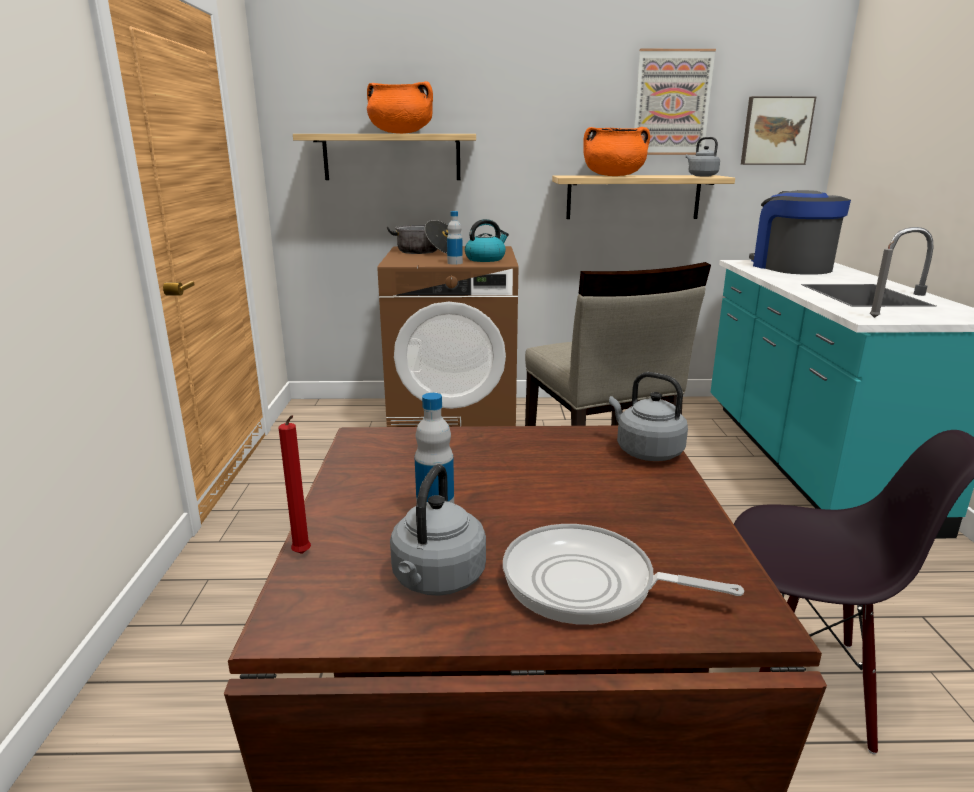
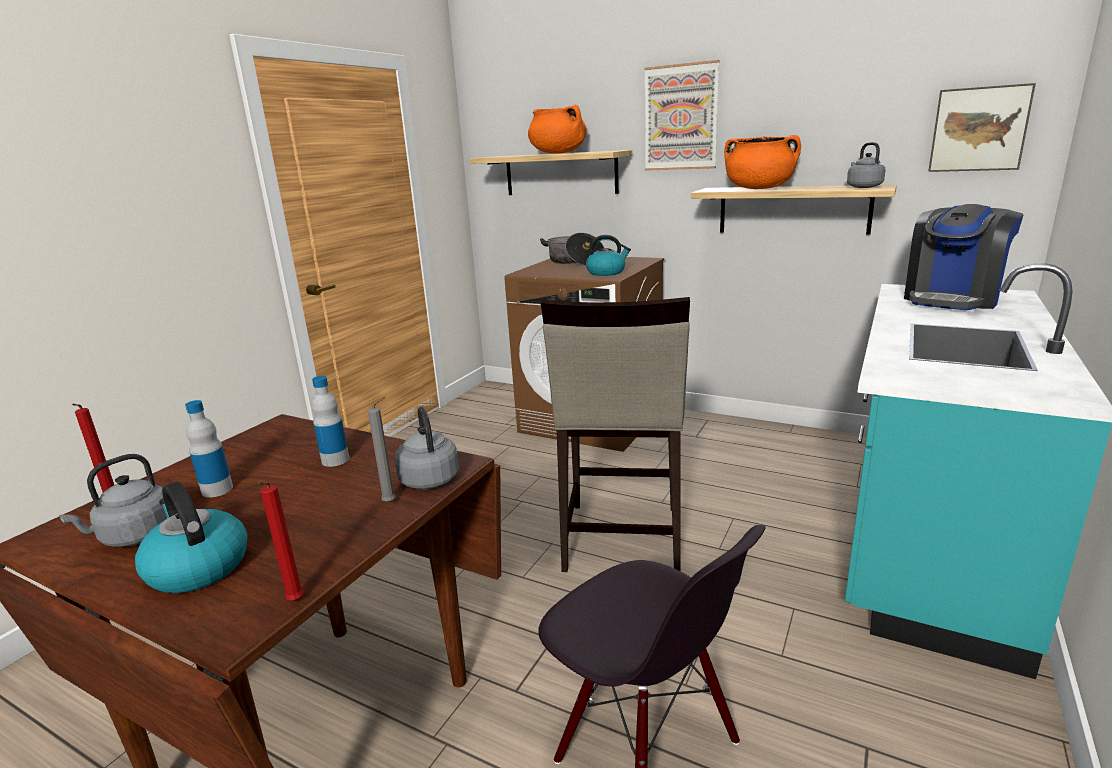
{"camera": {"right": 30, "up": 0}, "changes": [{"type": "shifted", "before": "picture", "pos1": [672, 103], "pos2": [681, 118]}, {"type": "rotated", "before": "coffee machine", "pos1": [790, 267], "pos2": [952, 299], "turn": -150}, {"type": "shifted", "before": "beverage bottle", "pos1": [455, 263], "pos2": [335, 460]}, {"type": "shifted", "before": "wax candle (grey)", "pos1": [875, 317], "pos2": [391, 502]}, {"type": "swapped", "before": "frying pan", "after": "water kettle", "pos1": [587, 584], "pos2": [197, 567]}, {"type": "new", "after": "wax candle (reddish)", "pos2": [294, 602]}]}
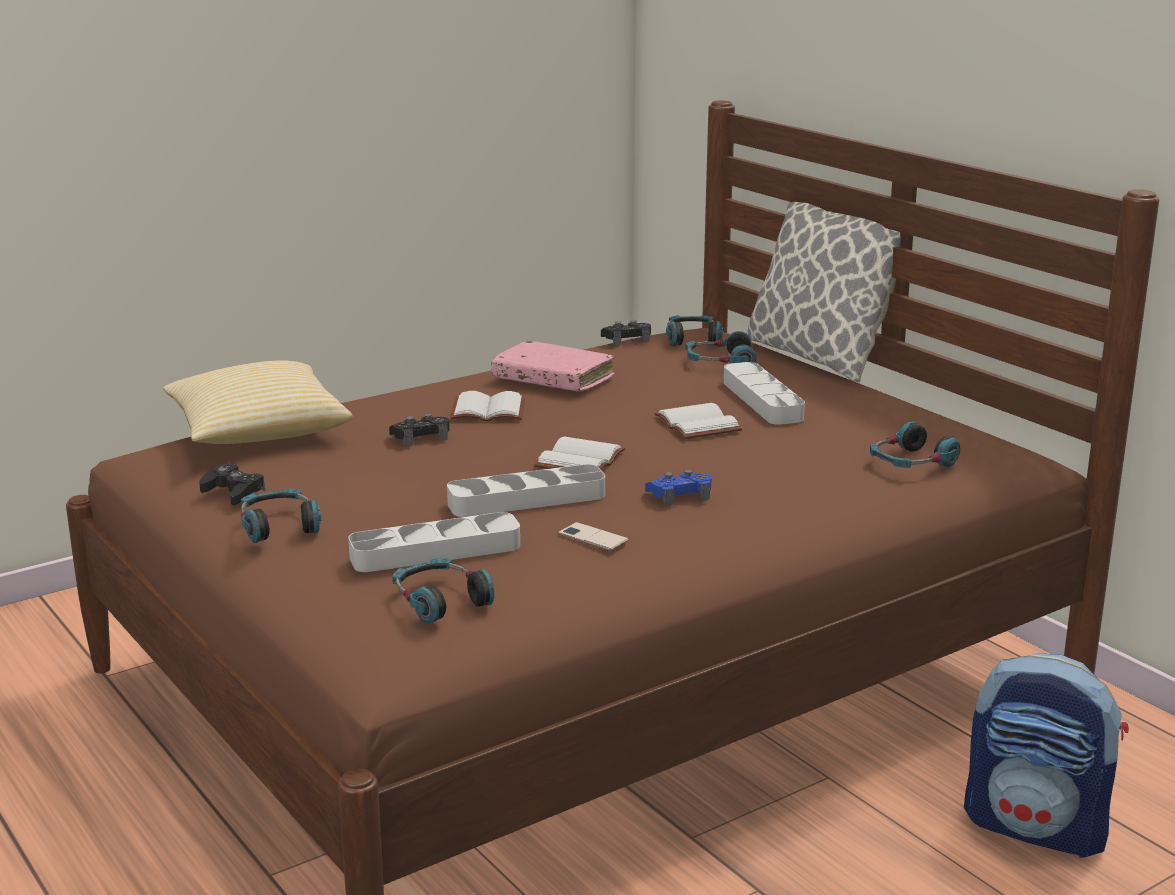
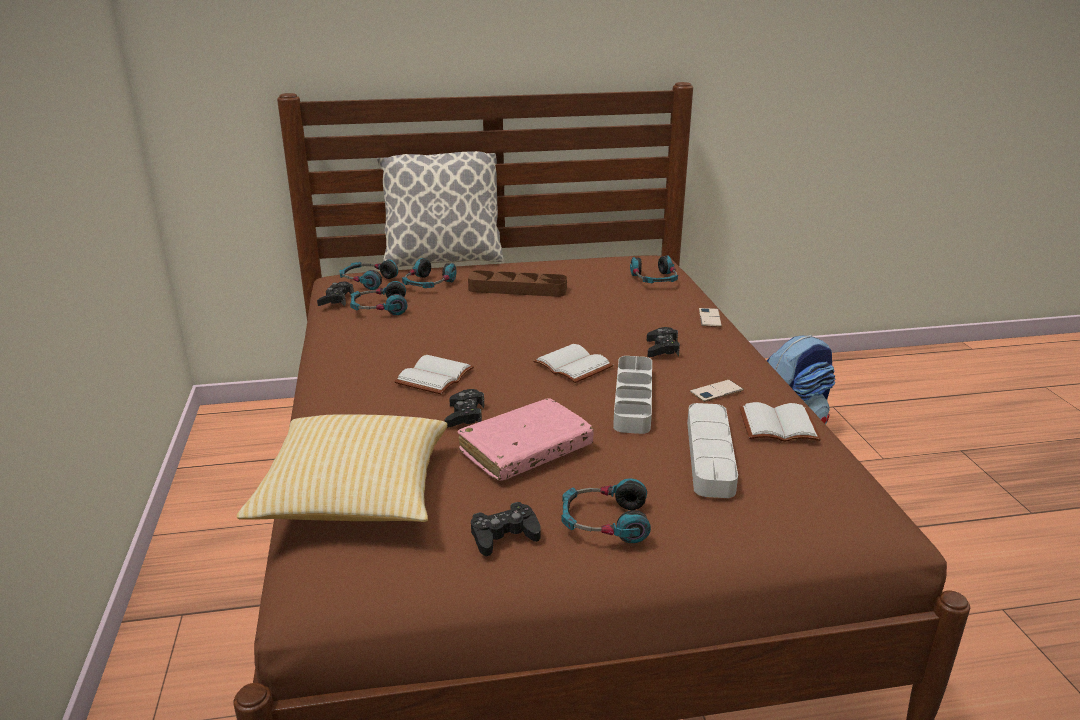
{"camera": {"right": -65, "up": 5}, "changes": [{"type": "shifted", "before": "bound book (pink-coloured)", "pos1": [553, 379], "pos2": [525, 450]}, {"type": "repainted", "before": "carrying tray (grey)", "after": "carrying tray (brown)", "pos1": [762, 400], "pos2": [517, 289]}, {"type": "shifted", "before": "bound book (white-coloured)", "pos1": [695, 424], "pos2": [777, 427]}, {"type": "repainted", "before": "gamepad (bluish)", "after": "gamepad (blackish)", "pos1": [679, 495], "pos2": [662, 349]}, {"type": "shifted", "before": "pair of headphones", "pos1": [440, 600], "pos2": [379, 308]}, {"type": "new", "after": "phone", "pos2": [709, 318]}]}
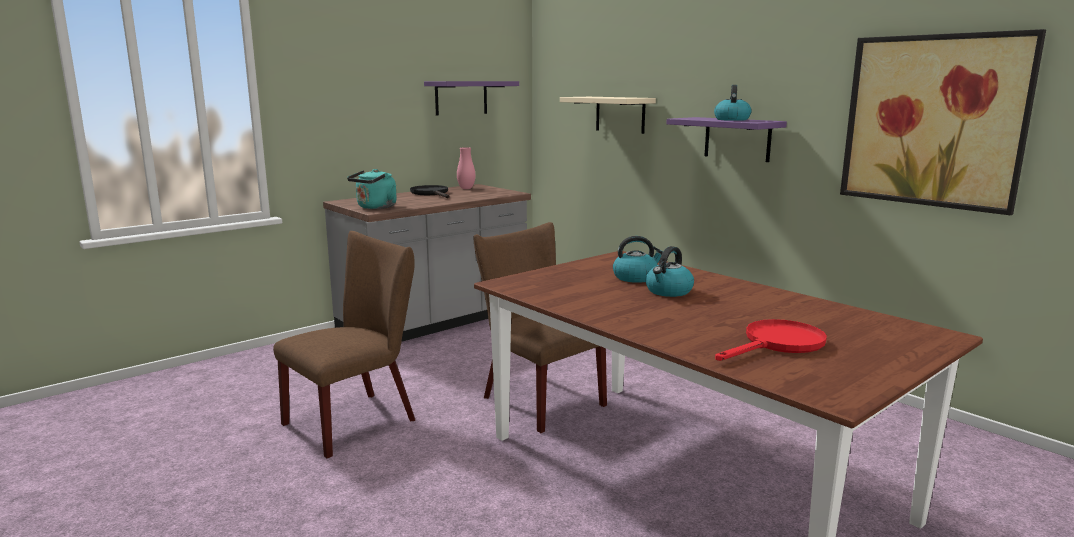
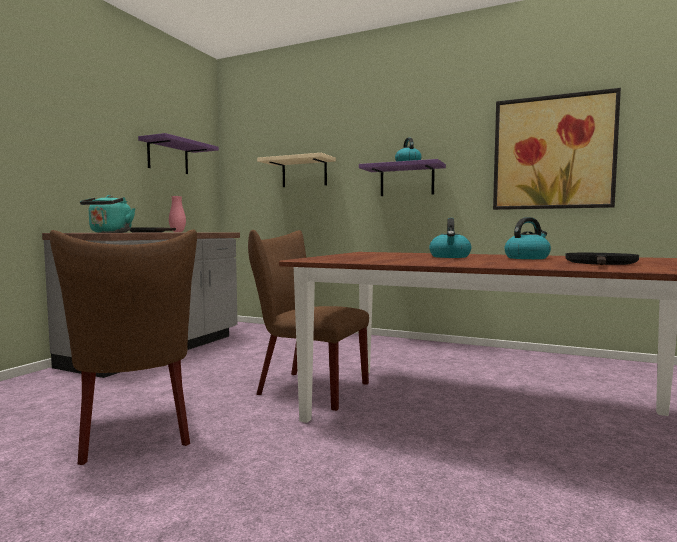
{"camera": {"right": -25, "up": -10}, "changes": [{"type": "rotated", "before": "chair (brown)", "pos1": [357, 419], "pos2": [136, 434], "turn": 135}, {"type": "shifted", "before": "water kettle", "pos1": [635, 277], "pos2": [527, 258]}, {"type": "repainted", "before": "frying pan (reddish)", "after": "frying pan (blackish)", "pos1": [777, 344], "pos2": [601, 263]}]}
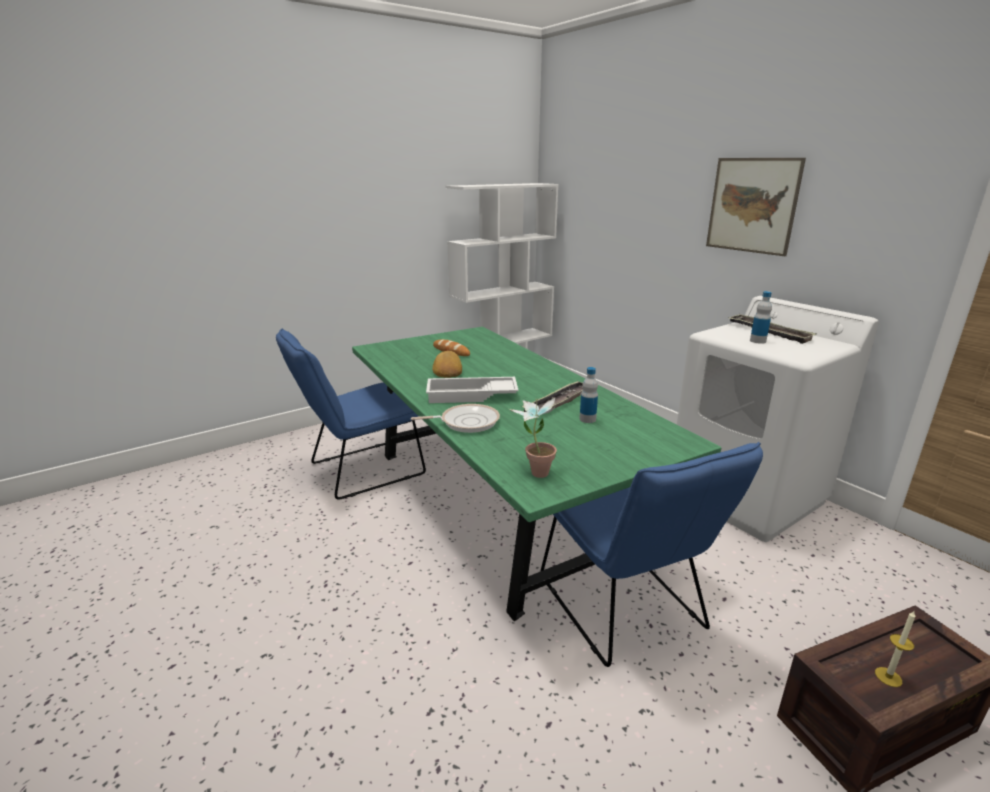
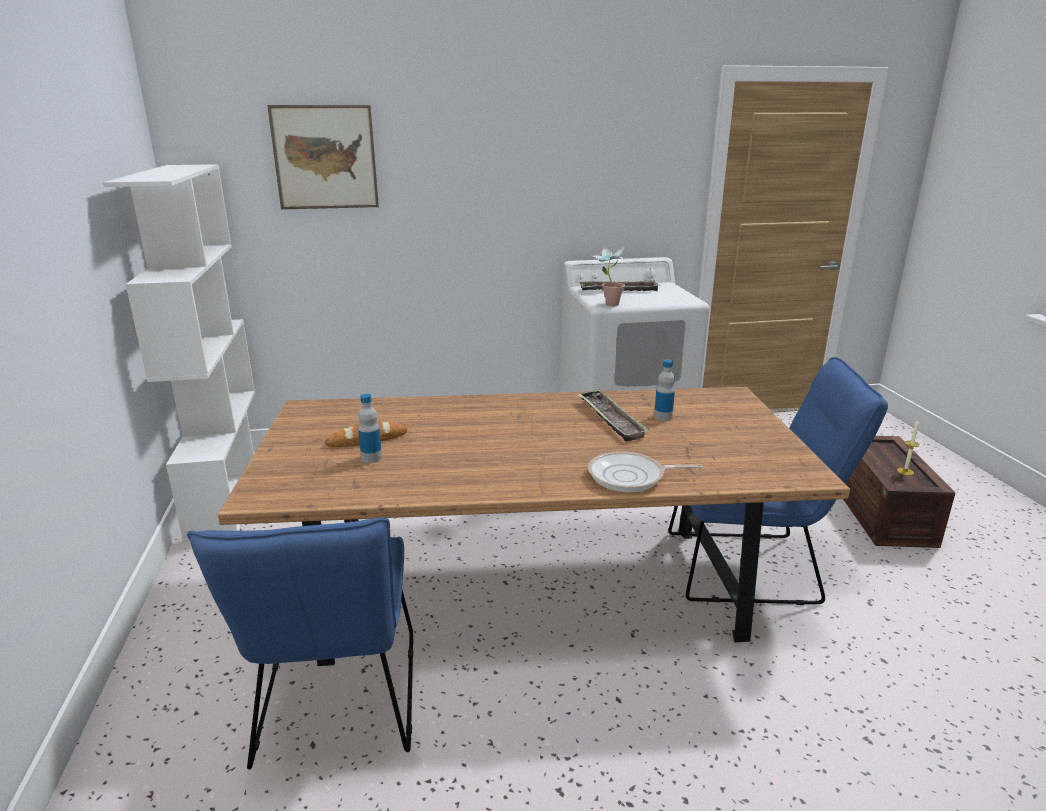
{"camera": {"right": -65, "up": 0}, "changes": [{"type": "shifted", "before": "picture", "pos1": [752, 205], "pos2": [325, 157]}, {"type": "shifted", "before": "beverage bottle", "pos1": [757, 341], "pos2": [371, 458]}, {"type": "repainted", "before": "kitchen table (green-coloured)", "after": "kitchen table (brown)", "pos1": [496, 501], "pos2": [530, 589]}, {"type": "gone", "before": "bread", "pos1": [447, 370]}, {"type": "gone", "before": "carrying tray (white-coloured)", "pos1": [471, 396]}, {"type": "shifted", "before": "potted plant", "pos1": [535, 470], "pos2": [607, 305]}, {"type": "rotated", "before": "frying pan", "pos1": [466, 422], "pos2": [630, 477], "turn": -105}]}
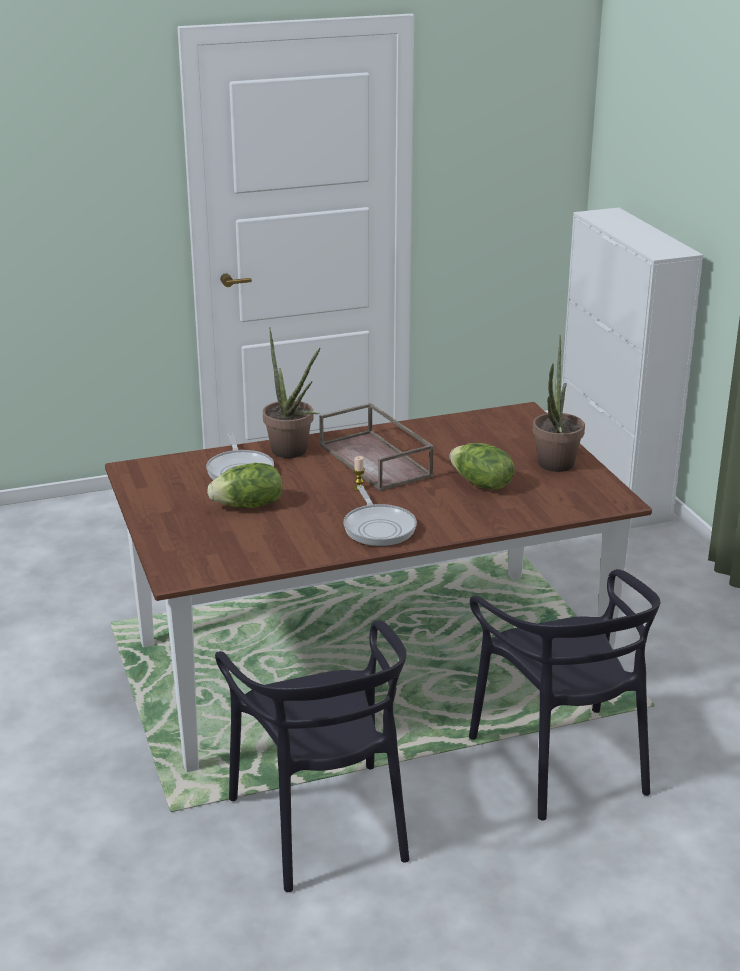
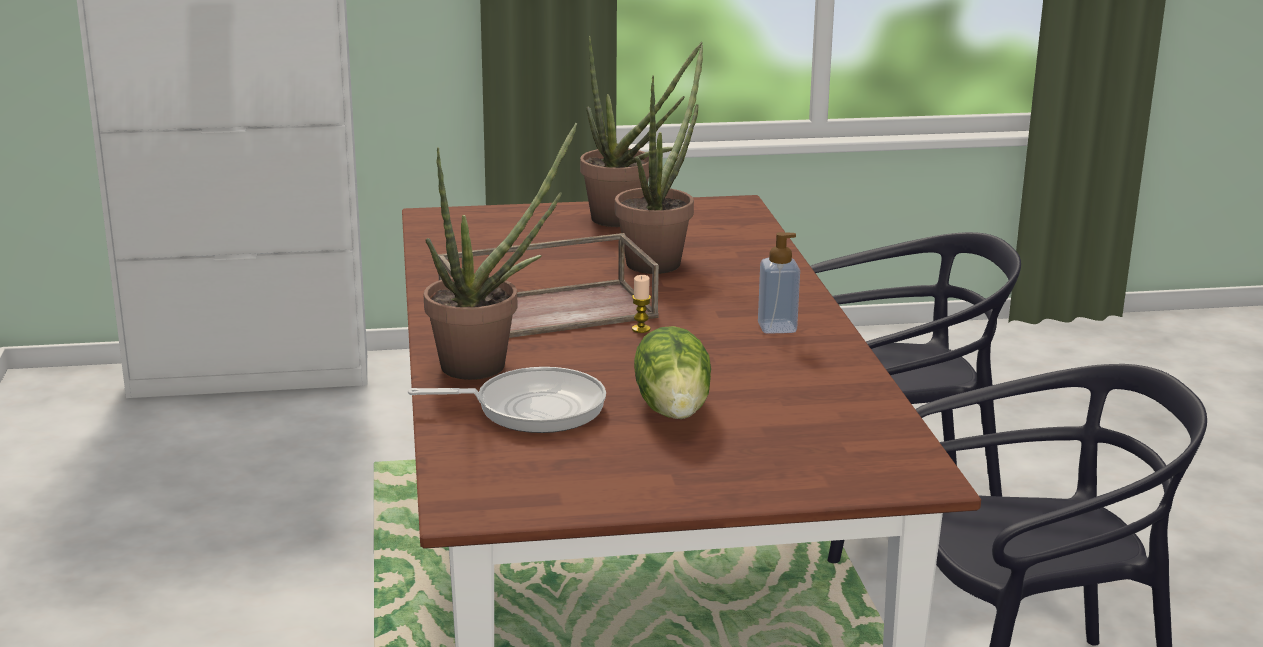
{"camera": {"right": -80, "up": -5}, "changes": [{"type": "swapped", "before": "head of lettuce", "after": "potted plant", "pos1": [481, 484], "pos2": [659, 260]}, {"type": "swapped", "before": "frying pan", "after": "liquid soap bottle", "pos1": [378, 527], "pos2": [777, 327]}]}
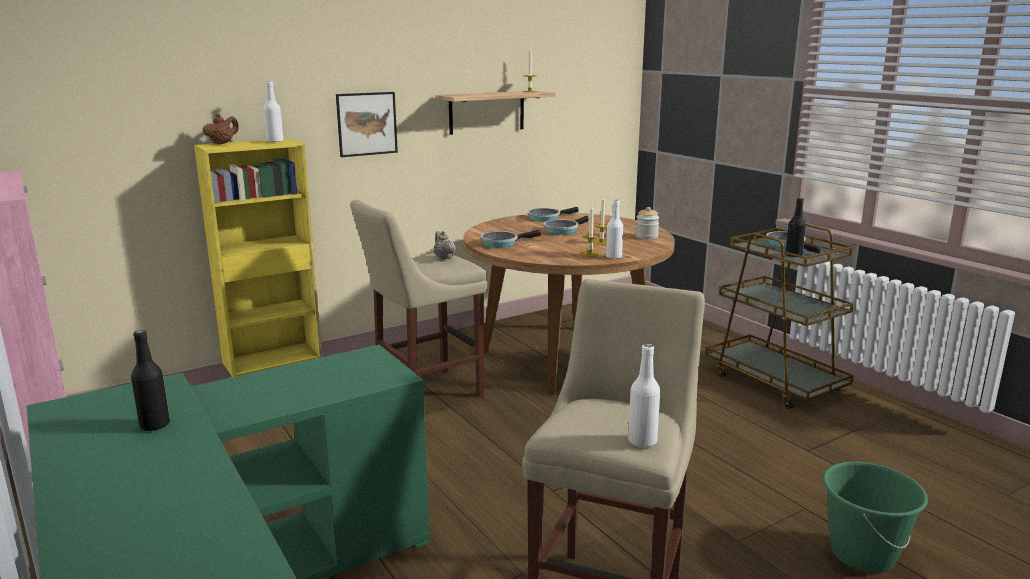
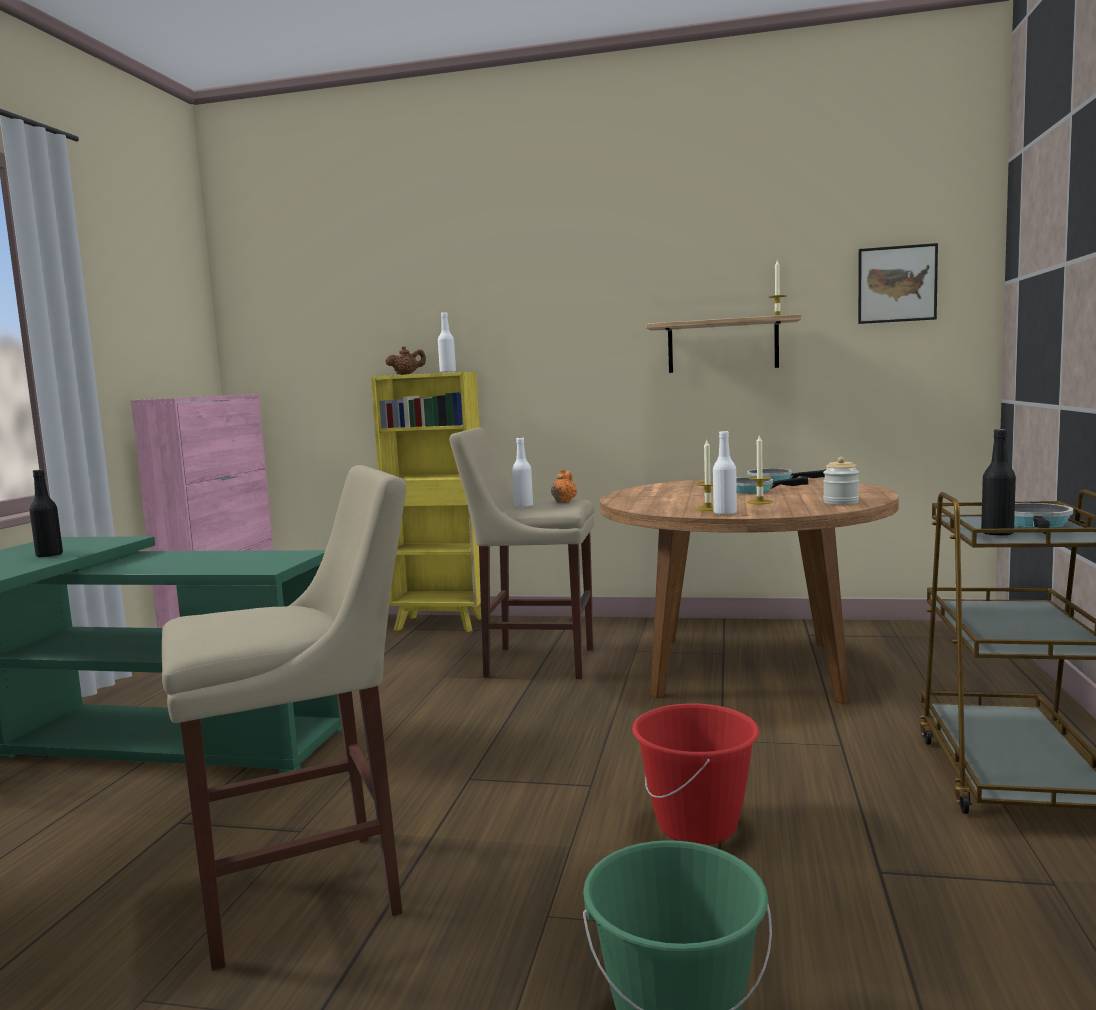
{"camera": {"right": 45, "up": -10}, "changes": [{"type": "shifted", "before": "picture", "pos1": [367, 124], "pos2": [897, 284]}, {"type": "gone", "before": "frying pan", "pos1": [502, 243]}, {"type": "repainted", "before": "teapot (beige-coloured)", "after": "teapot (orangey)", "pos1": [444, 257], "pos2": [564, 501]}, {"type": "shifted", "before": "beverage bottle (white-coloured)", "pos1": [642, 441], "pos2": [523, 506]}, {"type": "new", "after": "pail (reddish)", "pos2": [697, 826]}]}
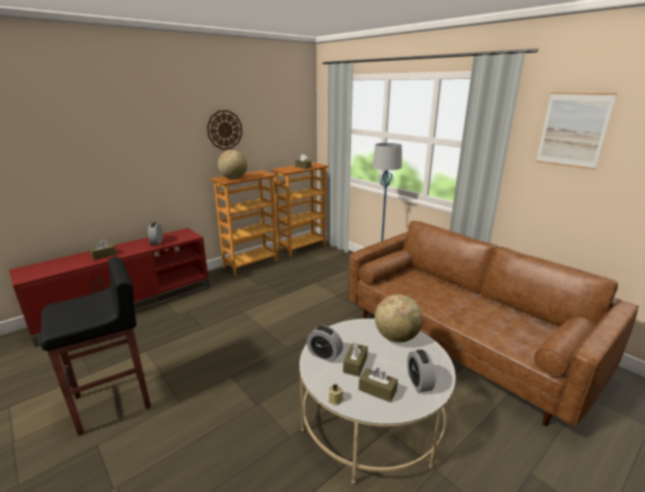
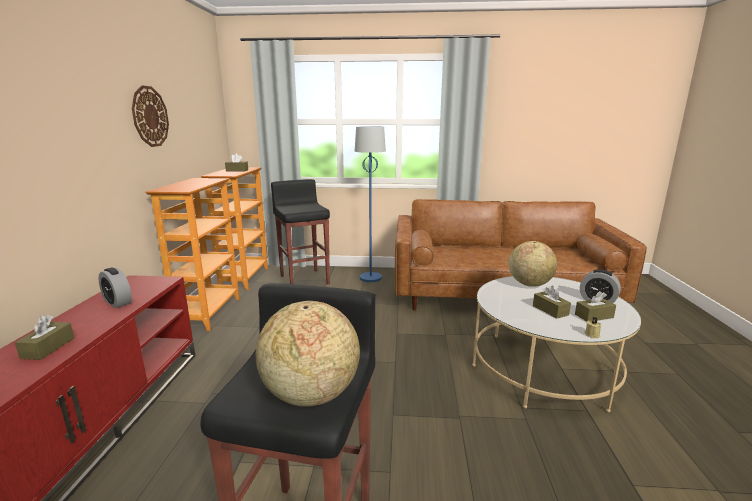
{"camera": {"right": -45, "up": -5}, "changes": [{"type": "gone", "before": "picture", "pos1": [573, 130]}, {"type": "shifted", "before": "globe", "pos1": [233, 178], "pos2": [310, 394]}, {"type": "gone", "before": "bedside clock", "pos1": [324, 355]}, {"type": "new", "after": "stool seat (blackish)", "pos2": [305, 279]}]}
